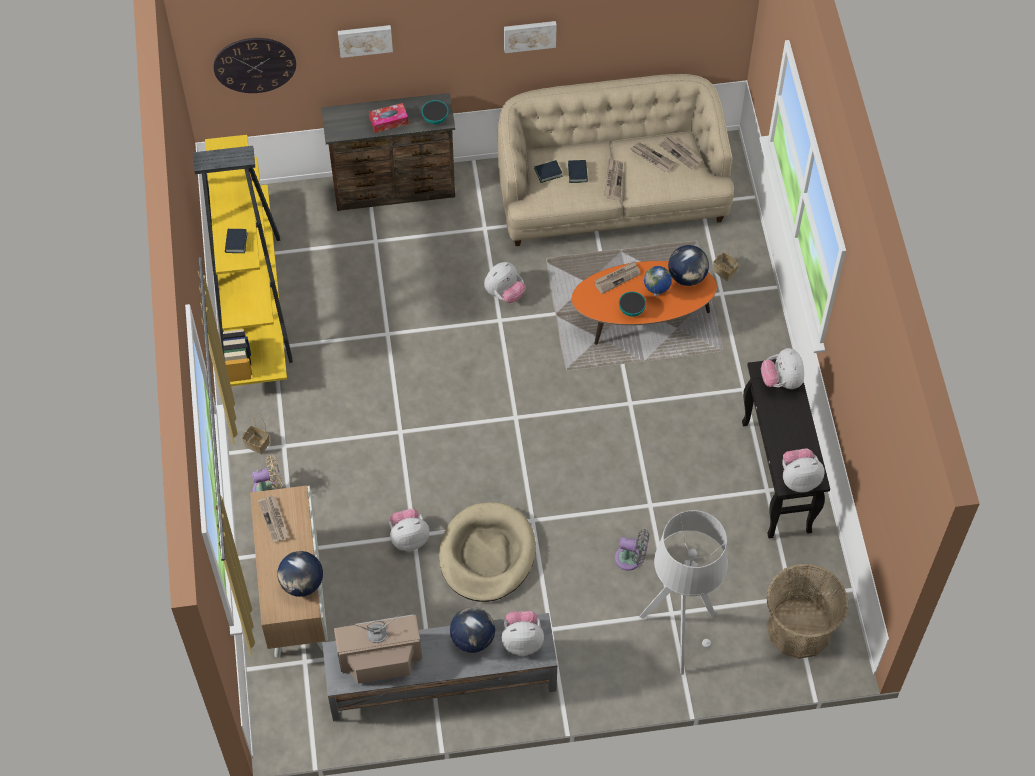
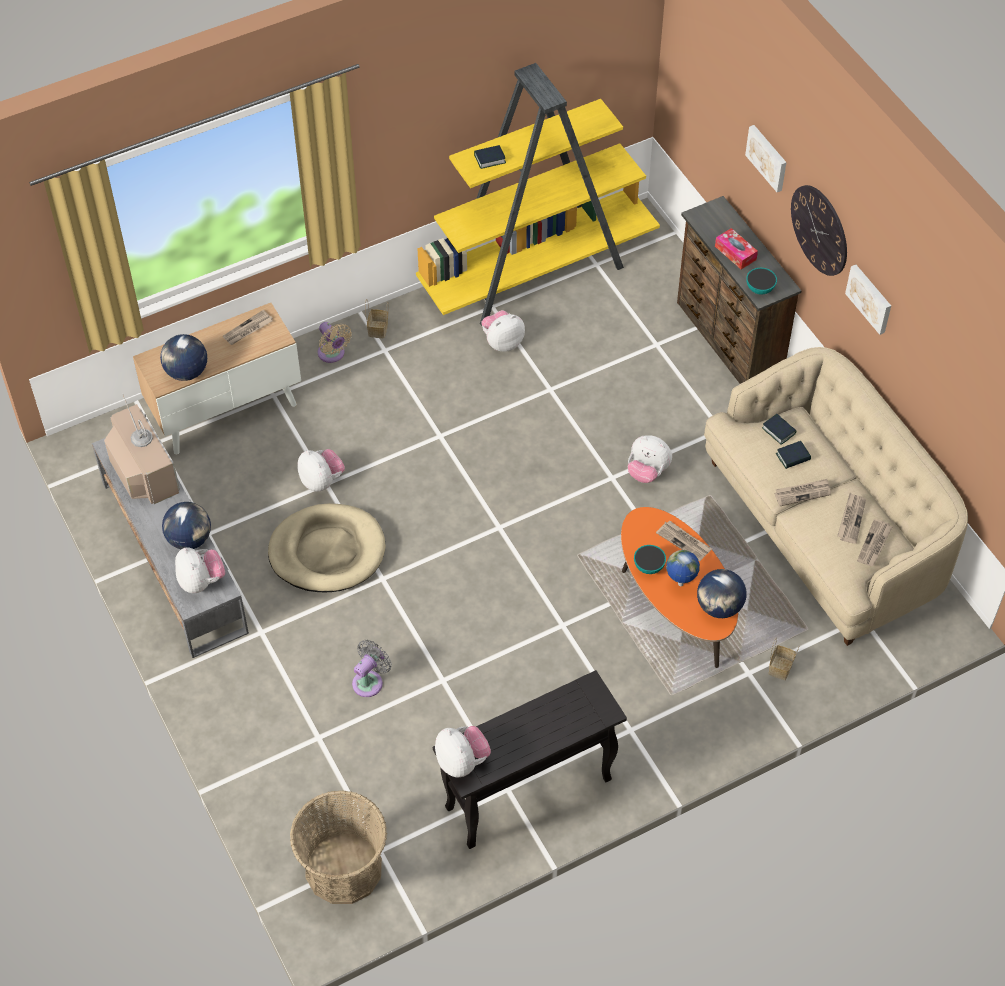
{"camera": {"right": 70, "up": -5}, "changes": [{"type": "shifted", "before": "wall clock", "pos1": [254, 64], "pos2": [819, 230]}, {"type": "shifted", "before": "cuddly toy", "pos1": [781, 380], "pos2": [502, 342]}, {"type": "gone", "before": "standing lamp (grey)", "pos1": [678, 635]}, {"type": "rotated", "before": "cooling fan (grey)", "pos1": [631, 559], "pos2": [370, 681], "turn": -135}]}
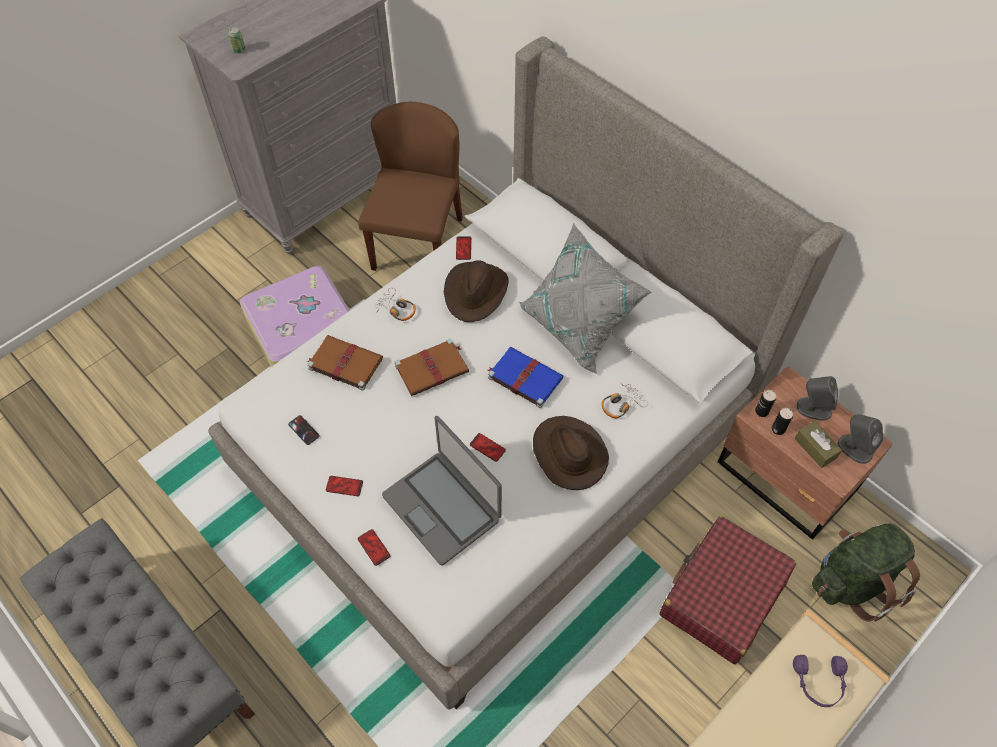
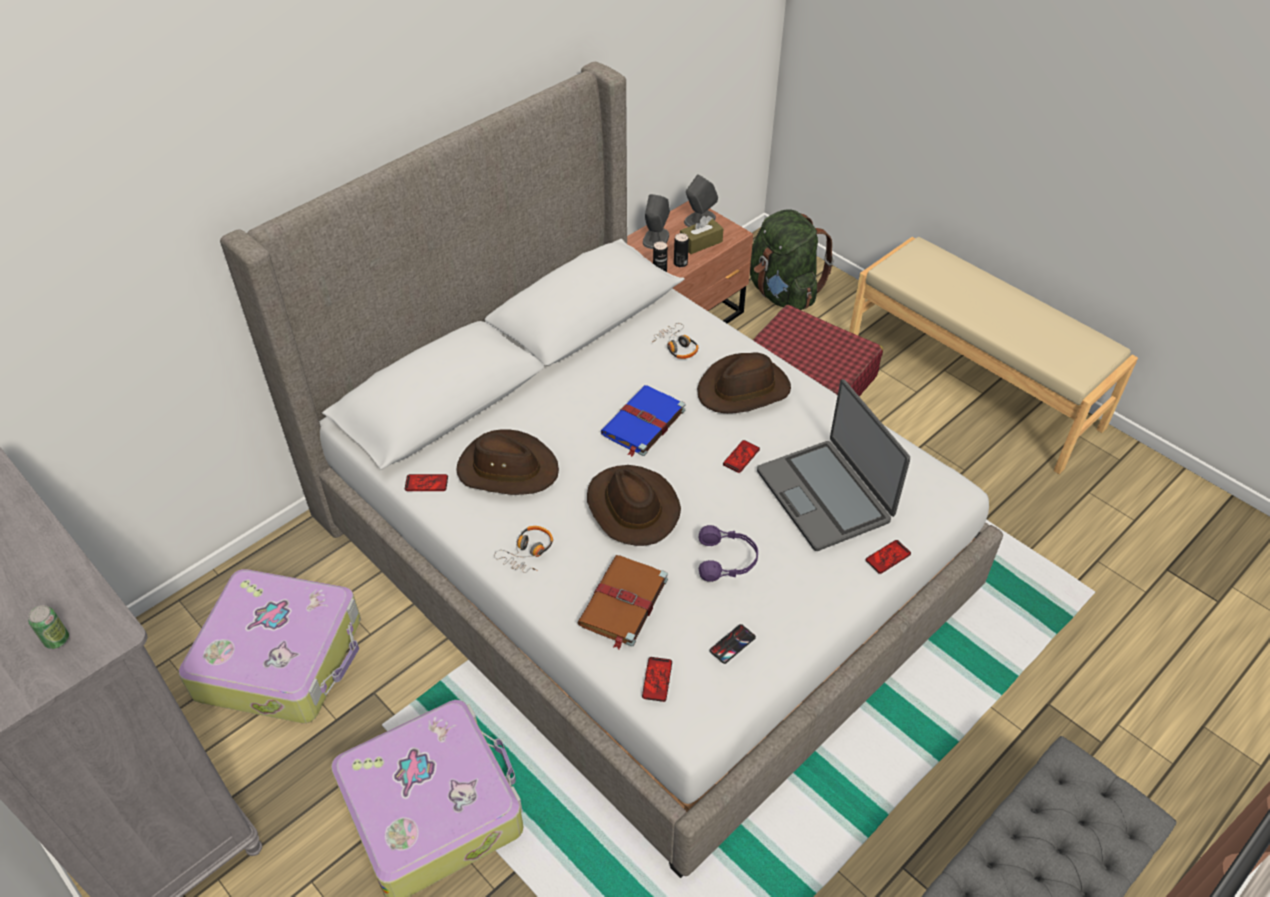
{"camera": {"right": -90, "up": -10}, "changes": [{"type": "swapped", "before": "chair (brown)", "after": "travel case", "pos1": [417, 243], "pos2": [282, 657]}, {"type": "gone", "before": "cushion (grey)", "pos1": [577, 326]}, {"type": "swapped", "before": "bound book (brown)", "after": "hat (brown)", "pos1": [433, 368], "pos2": [631, 507]}, {"type": "rotated", "before": "portable computer", "pos1": [442, 507], "pos2": [825, 495], "turn": 105}, {"type": "shifted", "before": "phone", "pos1": [344, 486], "pos2": [657, 679]}, {"type": "shifted", "before": "pair of headphones (purple)", "pos1": [819, 683], "pos2": [727, 560]}]}
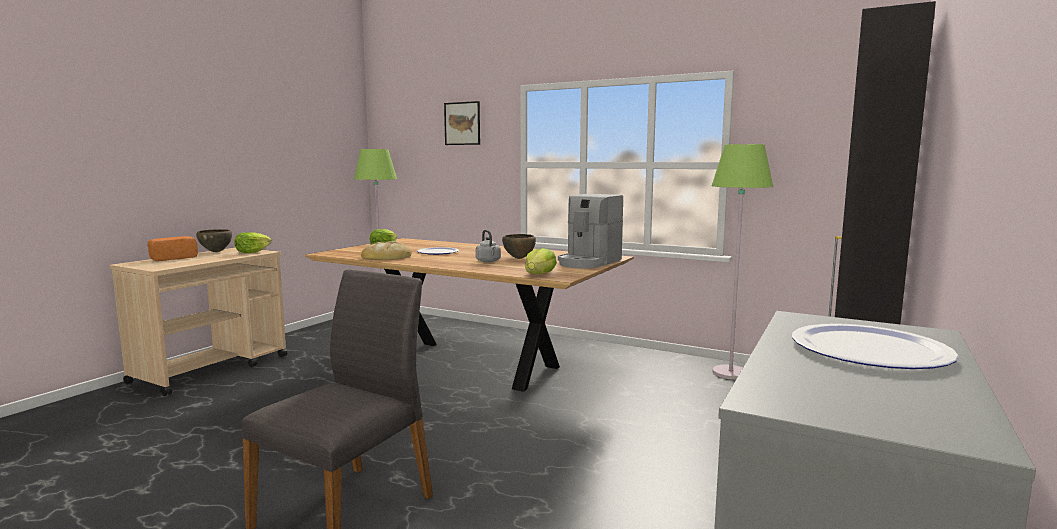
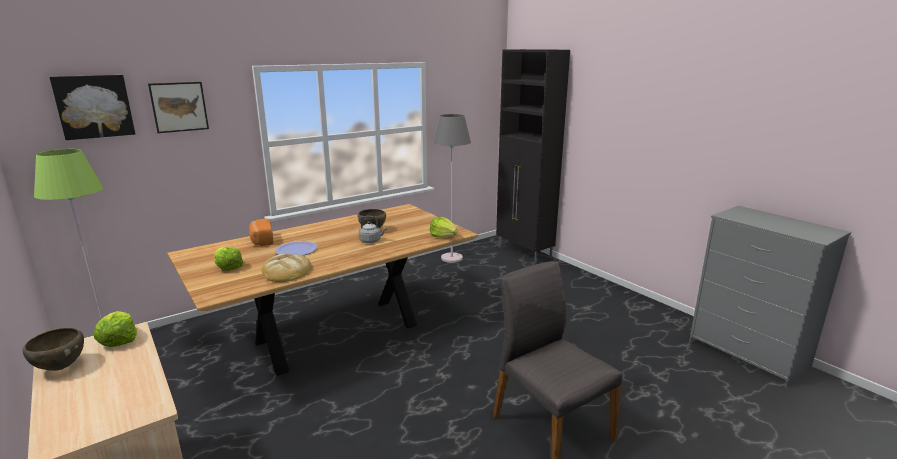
{"camera": {"right": -65, "up": 10}, "changes": [{"type": "repainted", "before": "standing lamp (green-coloured)", "after": "standing lamp (grey)", "pos1": [730, 373], "pos2": [451, 258]}, {"type": "gone", "before": "coffee machine", "pos1": [589, 262]}, {"type": "shifted", "before": "bread", "pos1": [172, 258], "pos2": [261, 241]}, {"type": "gone", "before": "plate", "pos1": [870, 350]}, {"type": "new", "after": "picture", "pos2": [94, 106]}]}
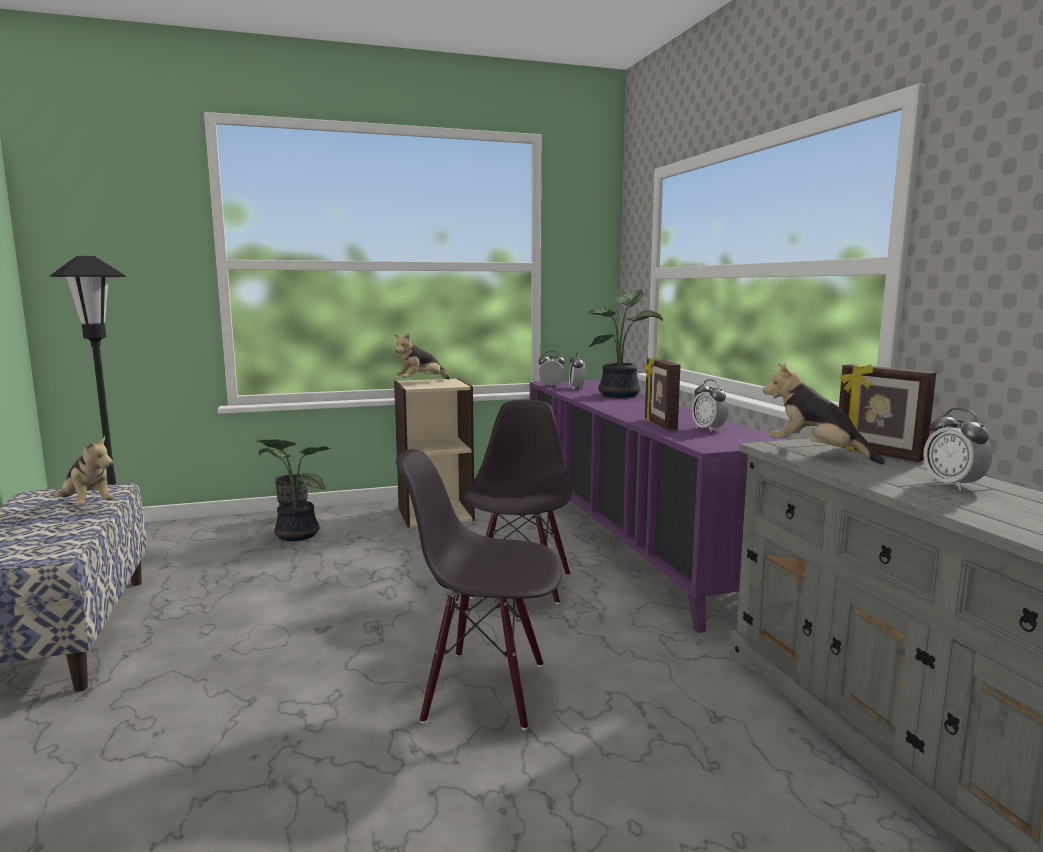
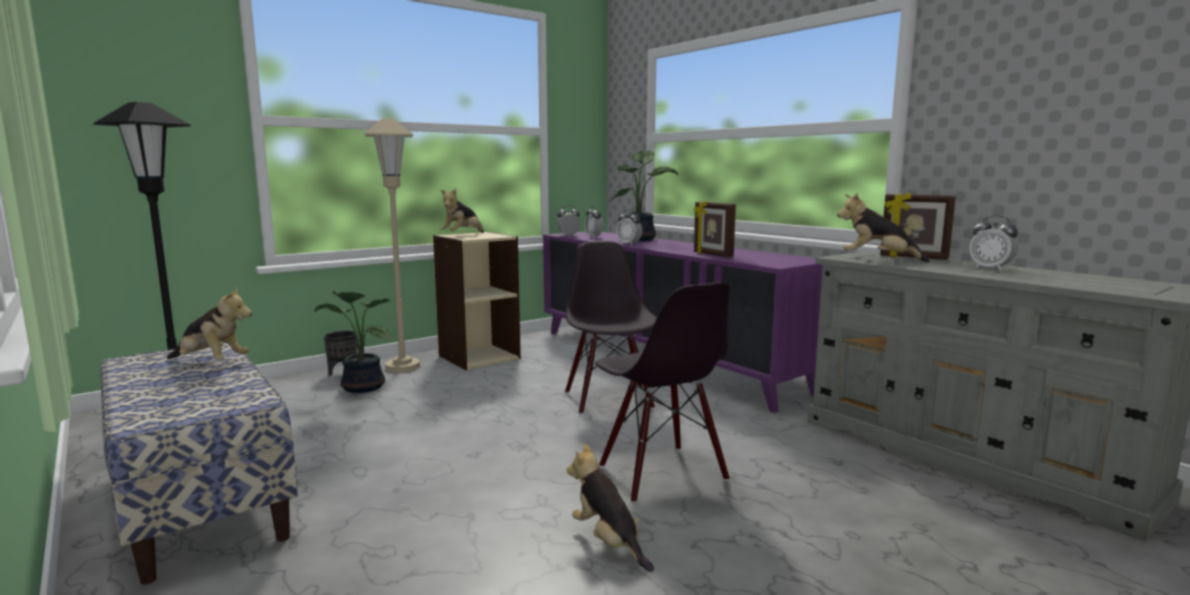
{"camera": {"right": -20, "up": 0}, "changes": [{"type": "shifted", "before": "bedside clock", "pos1": [708, 429], "pos2": [629, 244]}, {"type": "rotated", "before": "chair (blackish)", "pos1": [485, 690], "pos2": [661, 473], "turn": -105}, {"type": "new", "after": "standing lamp (beige-coloured)", "pos2": [403, 367]}, {"type": "new", "after": "cuddly toy", "pos2": [608, 542]}]}
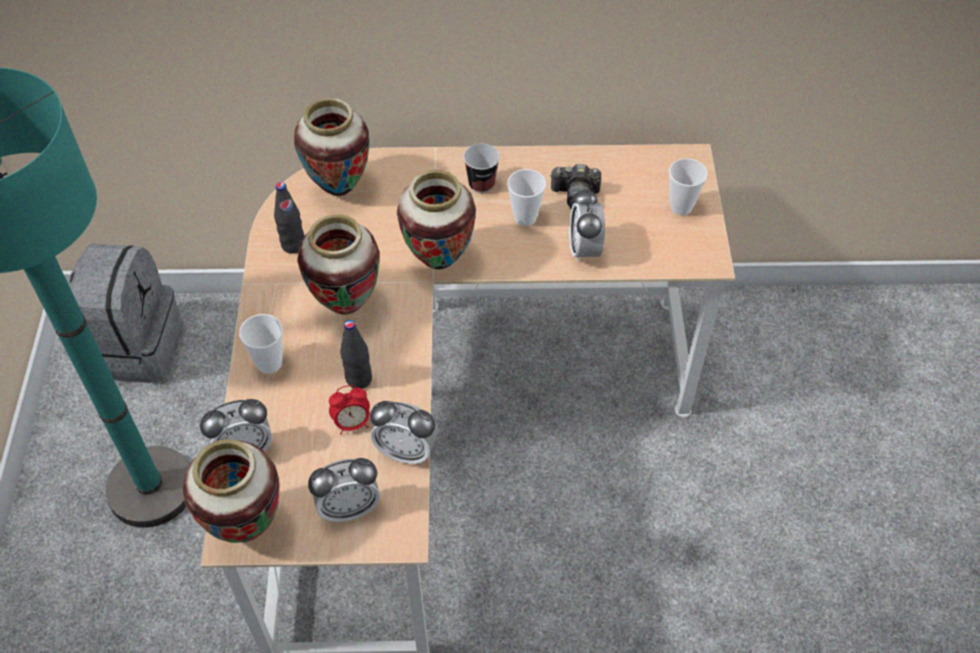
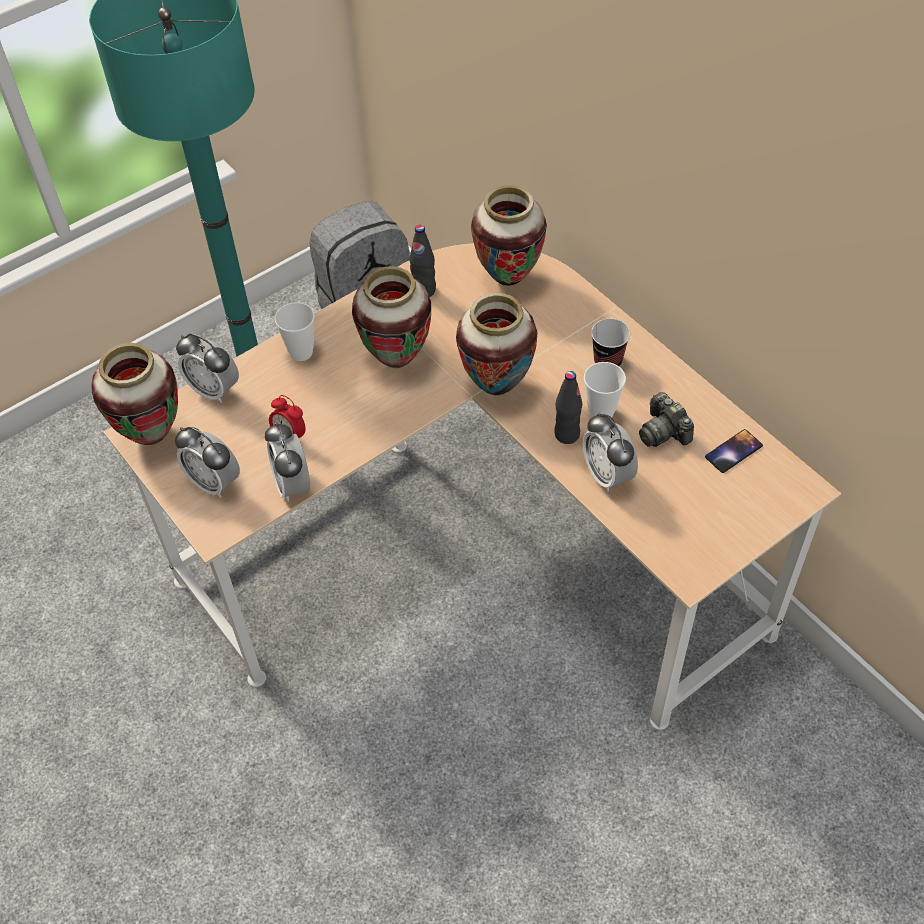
{"camera": {"right": 55, "up": 0}, "changes": [{"type": "gone", "before": "small cup", "pos1": [681, 207]}, {"type": "rotated", "before": "bedside clock", "pos1": [584, 249], "pos2": [607, 475], "turn": -75}, {"type": "shifted", "before": "beverage bottle (blackish)", "pos1": [359, 379], "pos2": [566, 434]}, {"type": "new", "after": "phone", "pos2": [733, 451]}]}
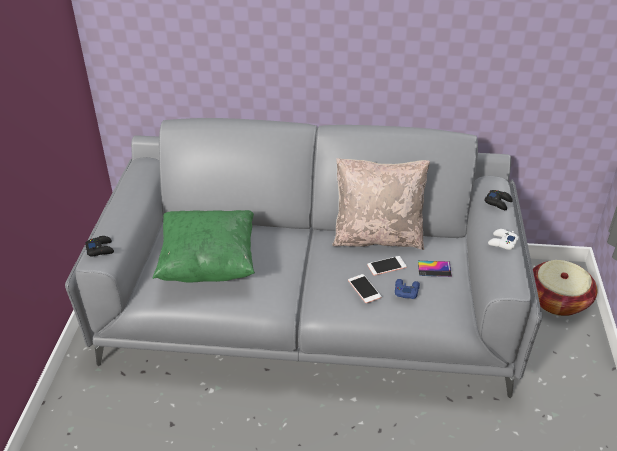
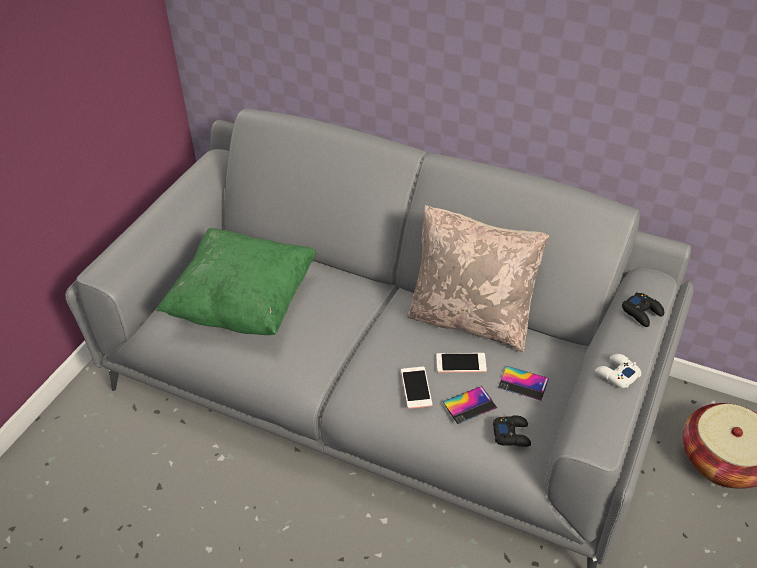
{"camera": {"right": 20, "up": 5}, "changes": [{"type": "shifted", "before": "gamepad (blackish)", "pos1": [100, 249], "pos2": [512, 434]}, {"type": "swapped", "before": "gamepad (bluish)", "after": "phone", "pos1": [406, 291], "pos2": [469, 405]}]}
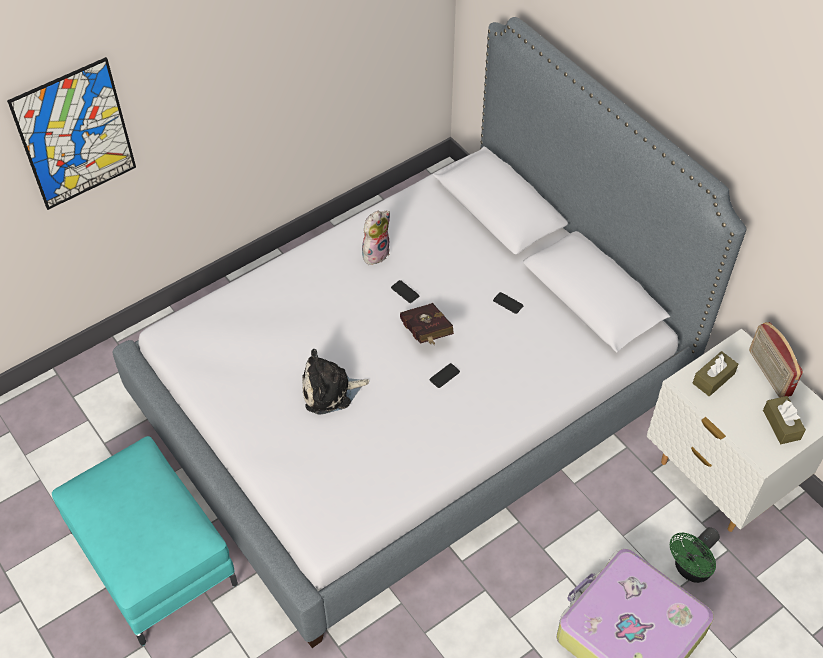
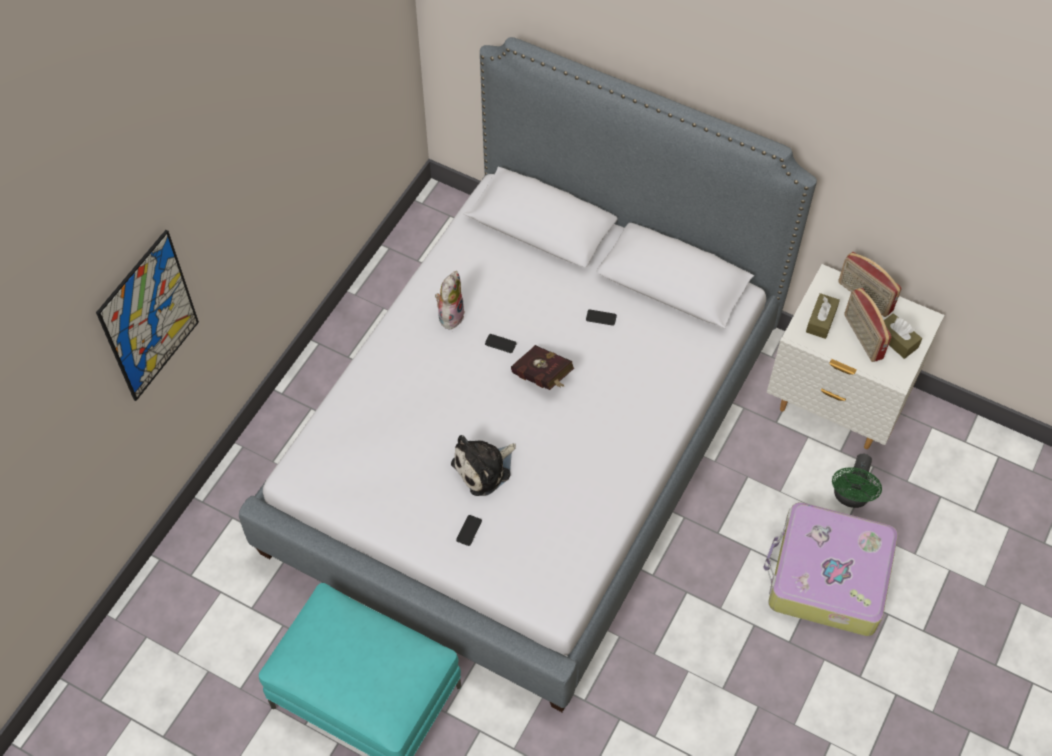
{"camera": {"right": -25, "up": 5}, "changes": [{"type": "shifted", "before": "phone", "pos1": [444, 376], "pos2": [469, 530]}, {"type": "new", "after": "radio", "pos2": [862, 337]}]}
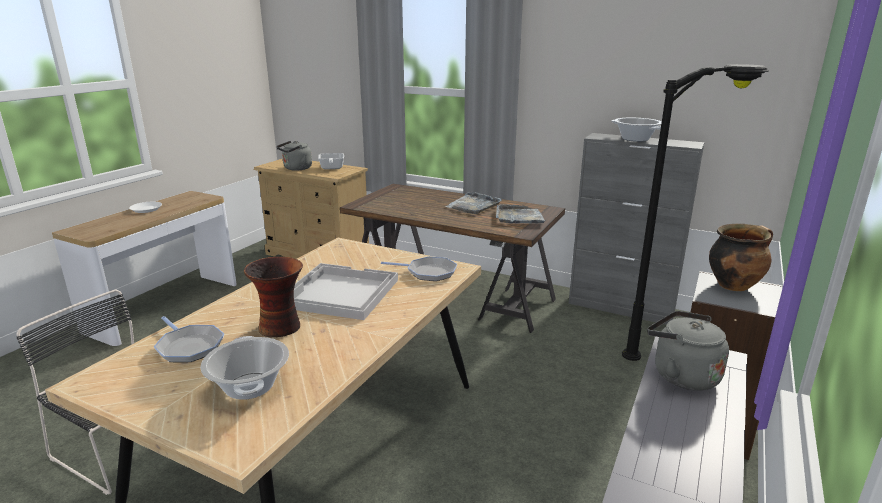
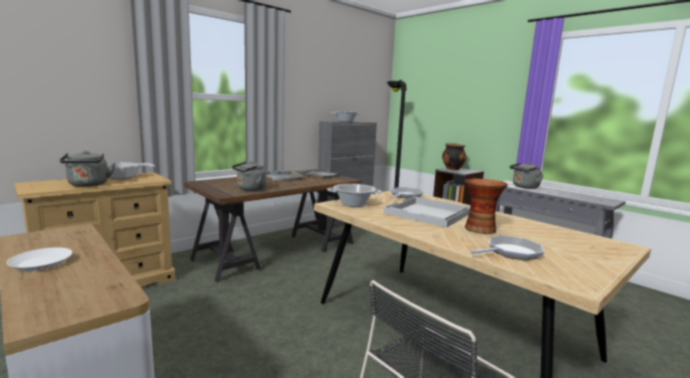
{"camera": {"right": -70, "up": -10}, "changes": [{"type": "shifted", "before": "saucepot", "pos1": [250, 386], "pos2": [353, 204]}, {"type": "new", "after": "water kettle (grey)", "pos2": [250, 189]}]}
